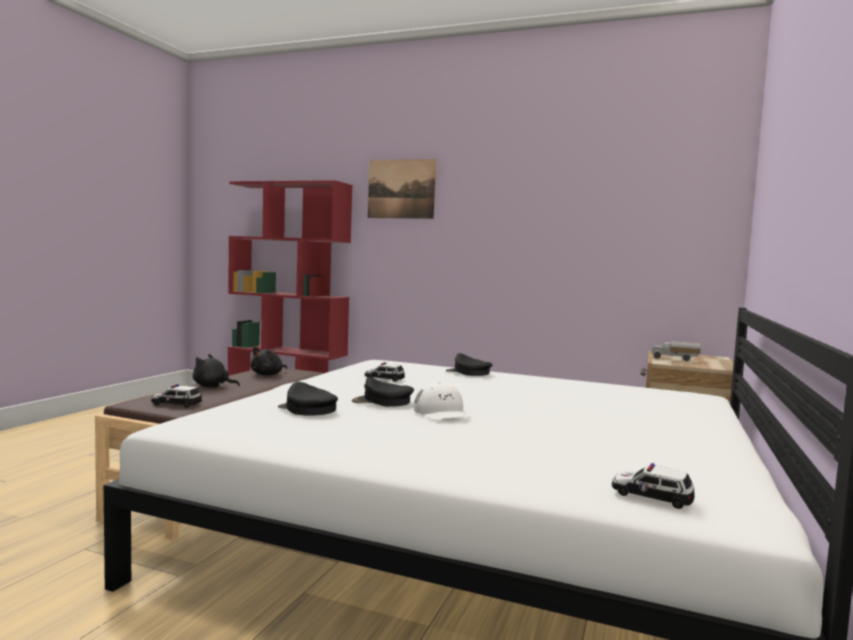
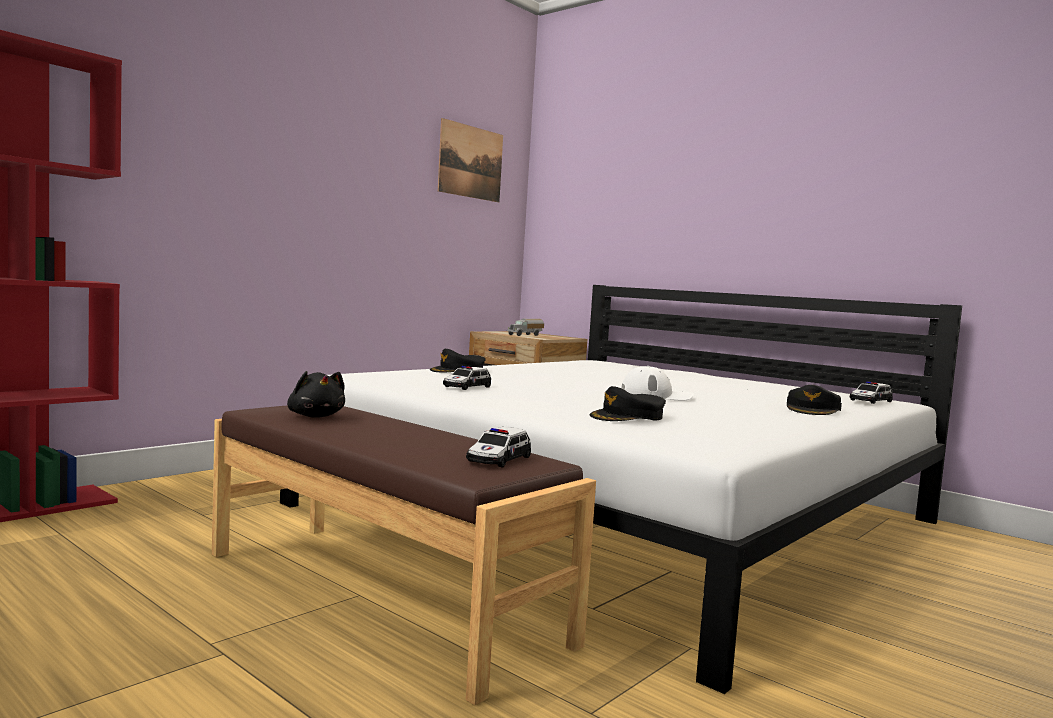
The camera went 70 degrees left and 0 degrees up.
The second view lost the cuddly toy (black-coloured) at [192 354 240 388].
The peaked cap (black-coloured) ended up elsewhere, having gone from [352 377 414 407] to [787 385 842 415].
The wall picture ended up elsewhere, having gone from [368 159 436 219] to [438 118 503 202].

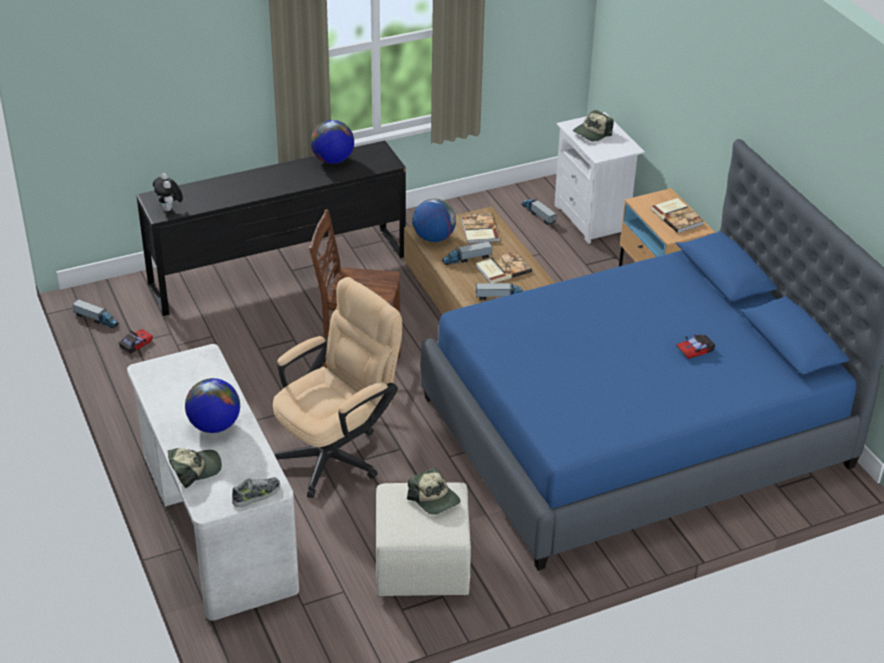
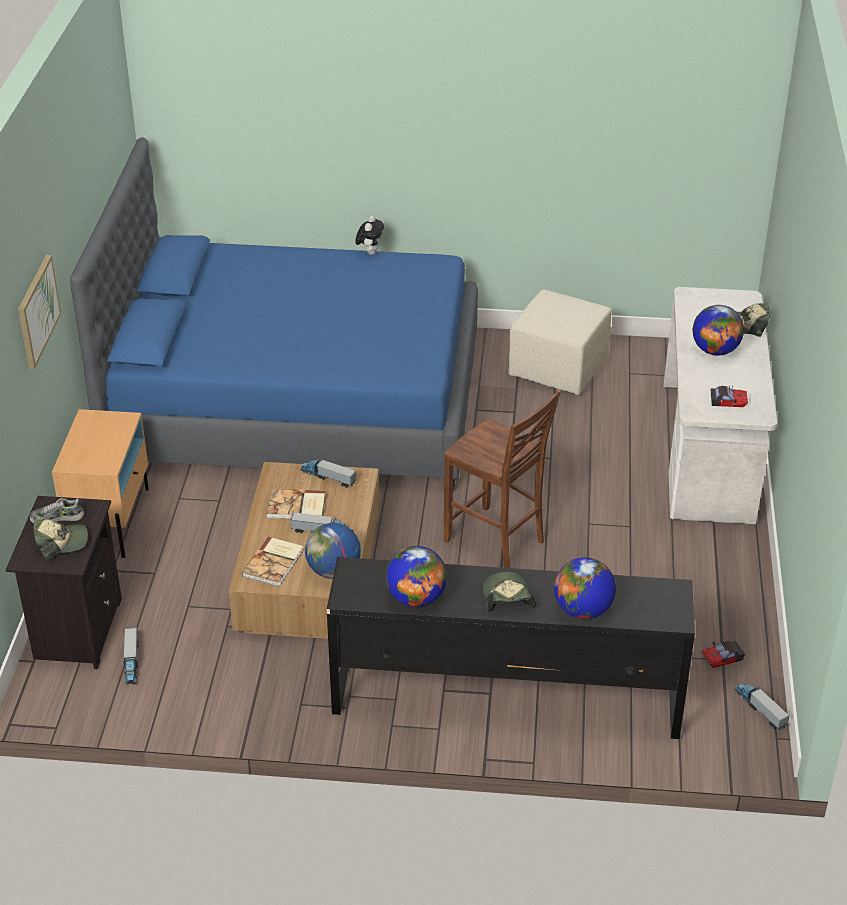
The camera went 150 degrees left and 0 degrees up.
The second view lost the desk chair (beige) at [273 277 402 498].
The second view lost the book at [651 198 704 233].
The second view gained the wall picture at [18 255 61 369].
The second view gained the world globe at [554 557 616 619].
The cuddly toy ended up elsewhere, having gone from [153 173 183 211] to [355 216 384 255].
The shoe ended up elsewhere, having gone from [232 477 280 507] to [30 498 84 523].
The peaked cap ended up elsewhere, having gone from [407 467 460 515] to [483 572 536 612].
The toy car ended up elsewhere, having gone from [676 334 715 359] to [710 385 748 407].
What was the bedside table (whitish) at [554 112 645 244] turned into the bedside table (black-coloured) at [6 496 122 669].

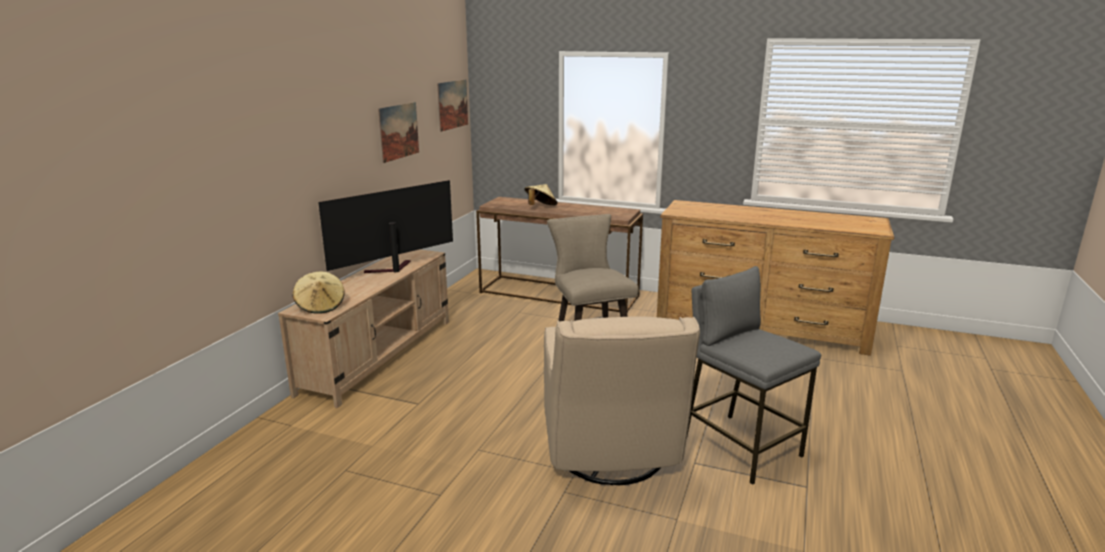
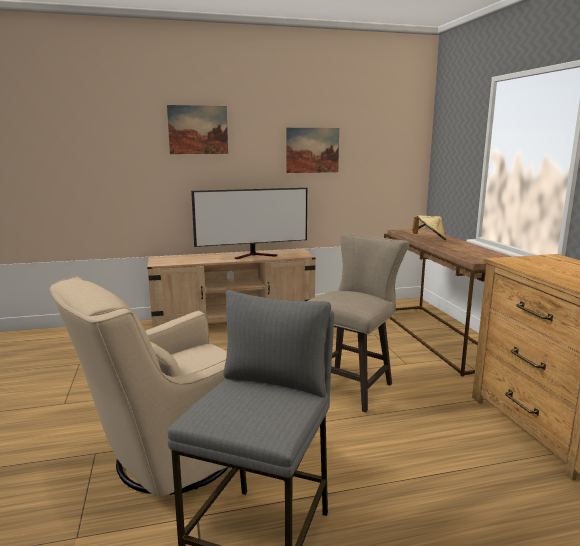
The camera went 55 degrees right and 5 degrees down.
The second view lost the clothing hat (beige) at [292 272 345 314].
The wall picture ended up elsewhere, having gone from [437 79 468 132] to [167 105 228 154].
The TV set at [318 180 453 273] ended up facing another way, 150 degrees clockwise from before.

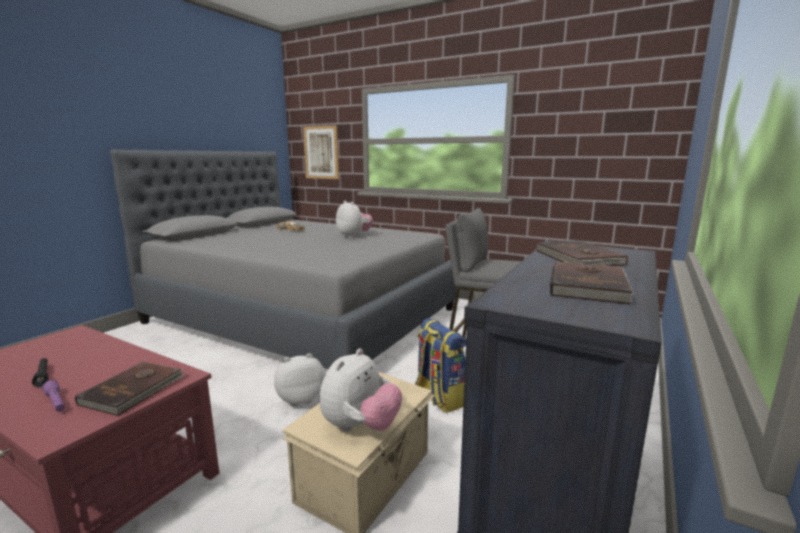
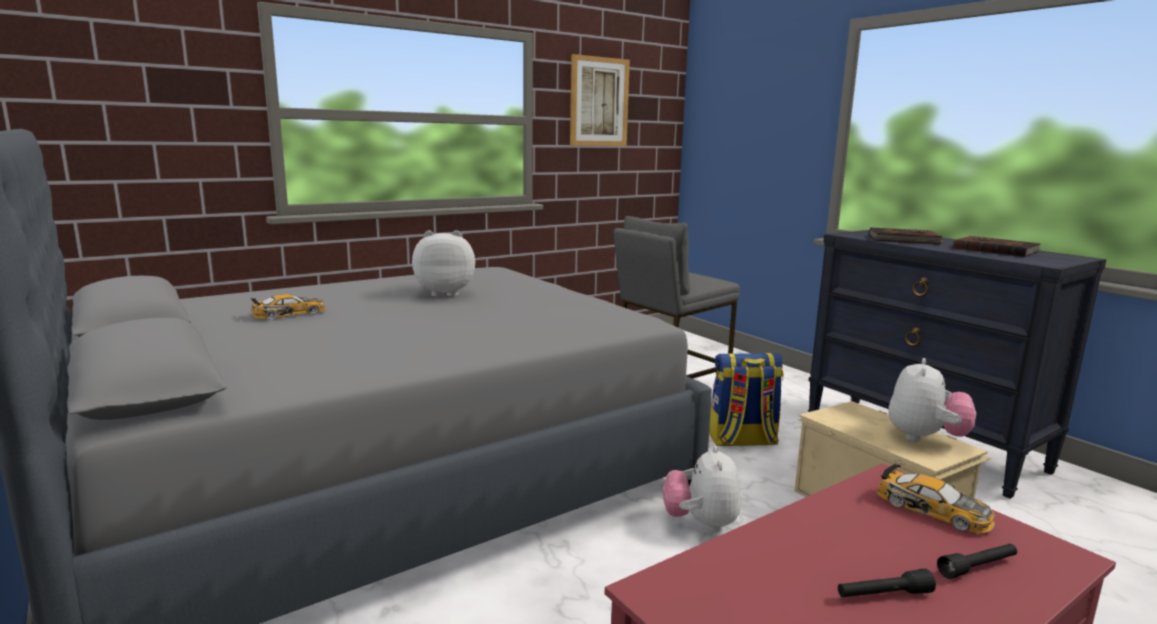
The camera went 65 degrees left and 0 degrees up.
The wall picture ended up elsewhere, having gone from [303 125 339 179] to [570 54 630 146].
Where the book (brown-coloured) stood at [75 362 185 416], the toy car came to stand at [877 463 995 534].
What was the torch (purplish) at [42 380 65 412] turned into the torch (black-coloured) at [937 544 1017 579].
The cuddly toy at [319 348 402 432] ended up facing another way, 60 degrees clockwise from before.

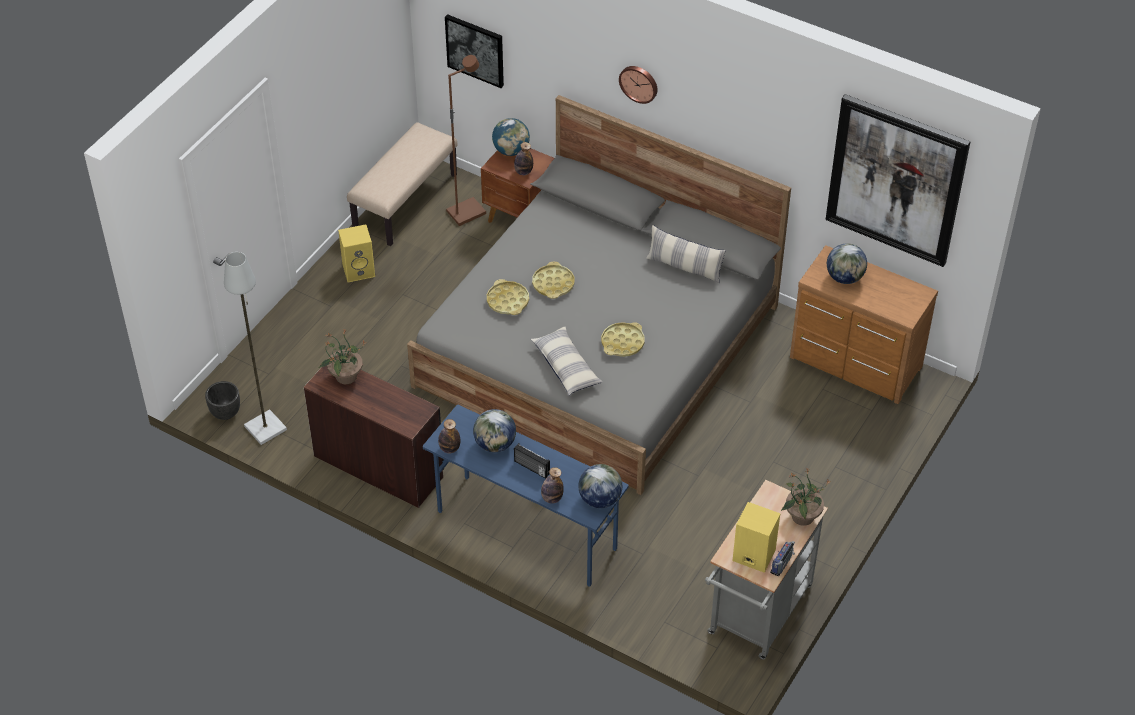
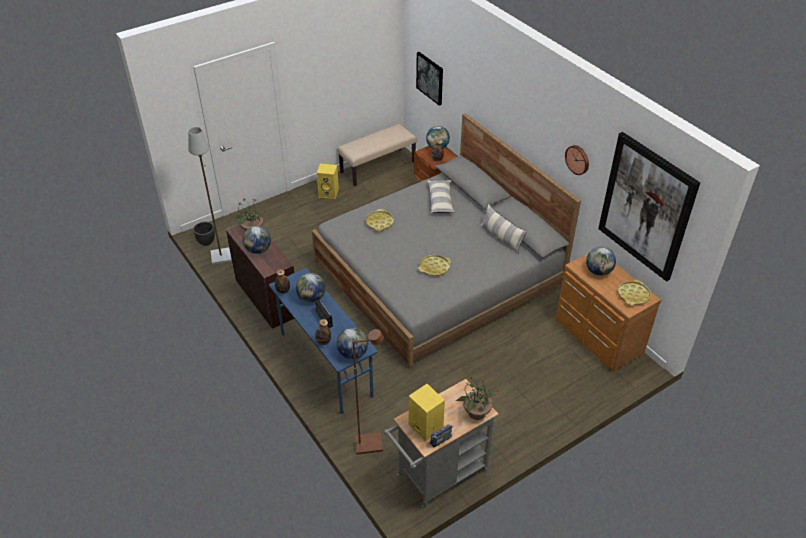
The camera went 25 degrees right and 5 degrees down.
The second view gained the world globe at [243 226 271 254].
The standard lamp (brown-coloured) ended up elsewhere, having gone from [446 55 486 226] to [352 329 384 455].
The cushion ended up elsewhere, having gone from [530 327 603 395] to [428 180 455 213].
The tray (yellow-coloured) ended up elsewhere, having gone from [532 262 574 299] to [618 280 651 305].
The hanging clock ended up elsewhere, having gone from [619 66 658 104] to [565 145 589 175].

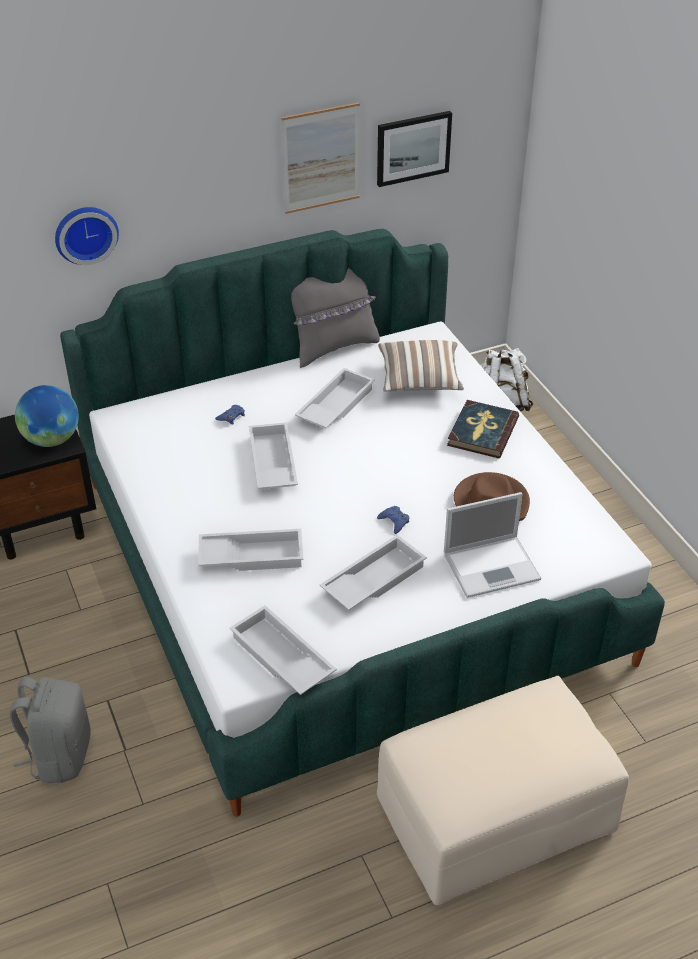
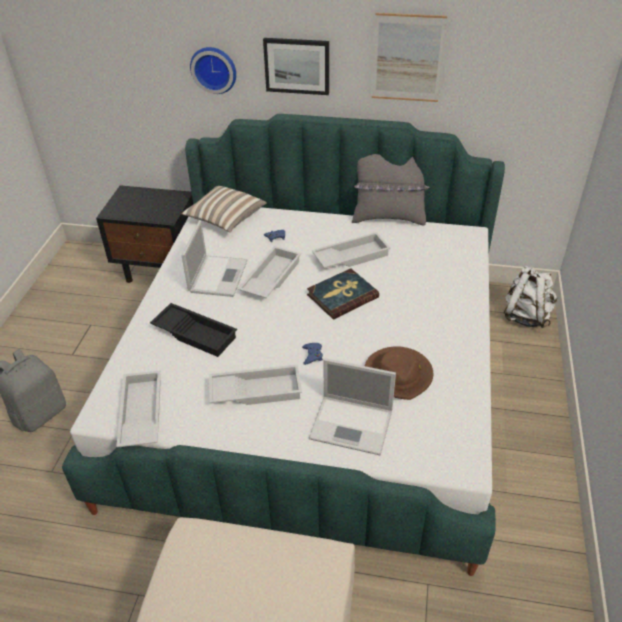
The camera went 35 degrees right and 0 degrees up.
The second view lost the world globe at [15 385 79 447].
The second view gained the portable computer at [182 221 248 297].
The wall picture ended up elsewhere, having gone from [377 111 452 187] to [263 38 329 95].
The cushion ended up elsewhere, having gone from [378 340 464 392] to [182 186 267 233].
The book ended up elsewhere, having gone from [447 400 519 458] to [307 268 379 319].
What was the tray (whitish) at [198 529 303 571] turned into the tray (black-coloured) at [150 303 237 357].

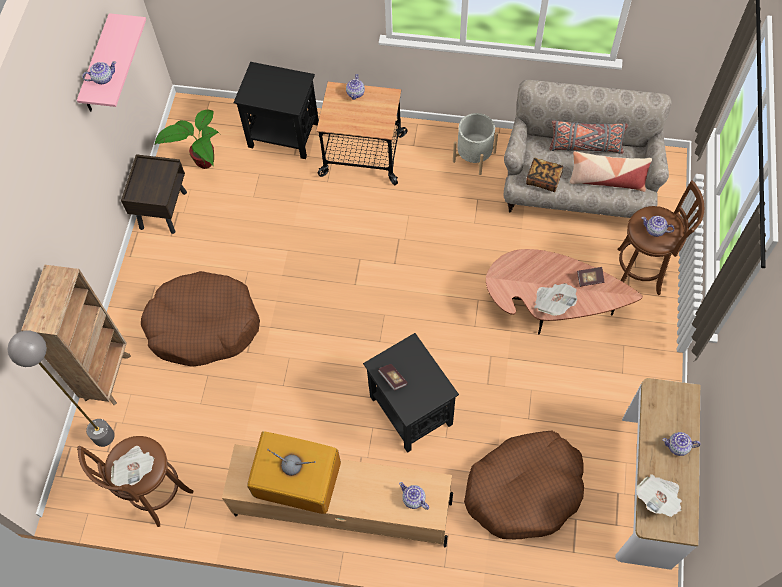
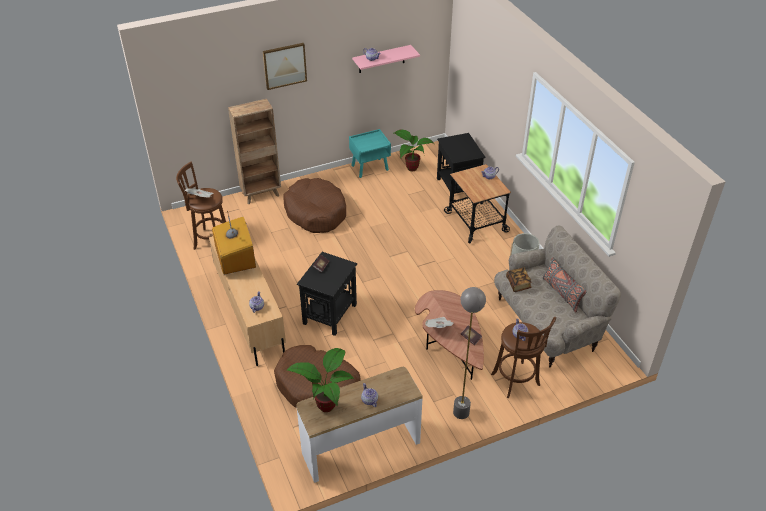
The camera went 55 degrees right and 20 degrees down.
The second view lost the cushion at [570 151 652 192].
The second view gained the wall picture at [263 43 307 90].
The standard lamp (grey) ended up elsewhere, having gone from [7 331 115 447] to [453 287 486 419].
Where the newspaper stood at [636 474 682 517], the plant in a pot came to stand at [286 348 354 412].
What was the bedside table (brown-coloured) at [121 154 187 234] turned into the bedside table (turquoise-coloured) at [349 129 391 178].

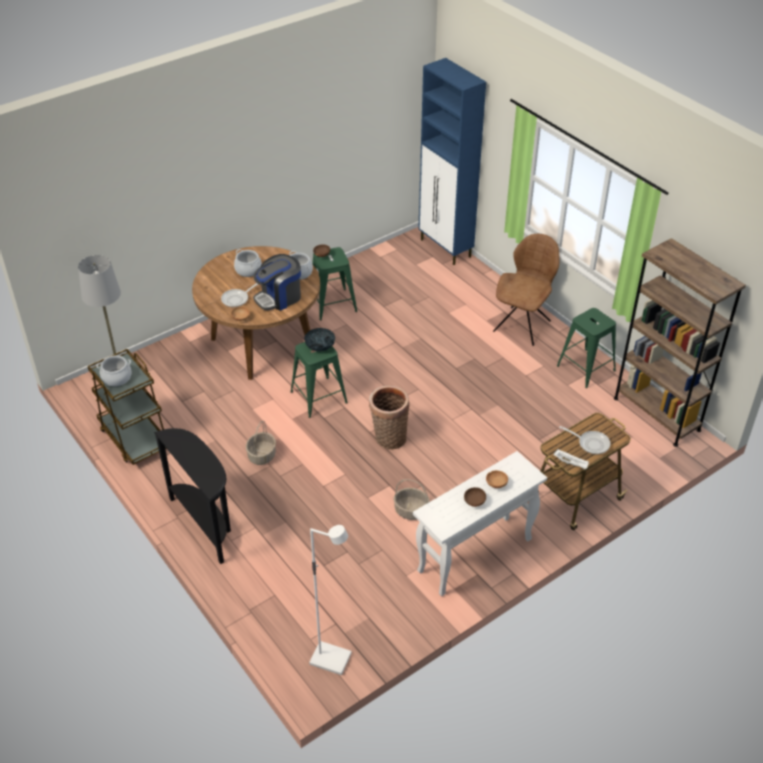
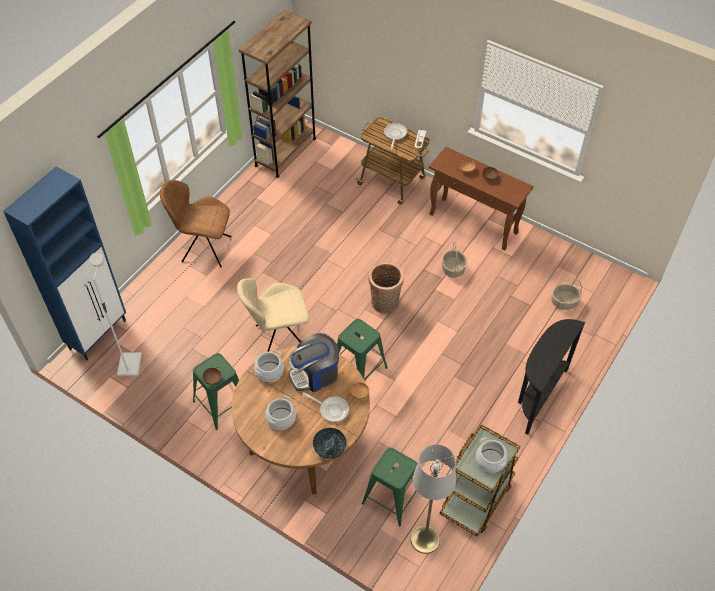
The camera went 110 degrees left and 10 degrees up.
The second view gained the plain chair (beige) at [237 278 309 352].
The basket ended up elsewhere, having gone from [246 421 276 465] to [551 279 582 310].
The serving bowl ended up elsewhere, having gone from [304 328 335 351] to [313 428 346 459].
The standard lamp (whitish) ended up elsewhere, having gone from [309 525 352 675] to [89 253 142 376].
The stool seat (green) ended up elsewhere, having gone from [557 308 616 388] to [362 447 417 526].
What was the hall table (whitish) at [413 451 547 596] turned into the hall table (brown-coloured) at [429 147 534 251].
The coffee brewer at [253 254 301 311] ended up facing another way, 120 degrees clockwise from before.

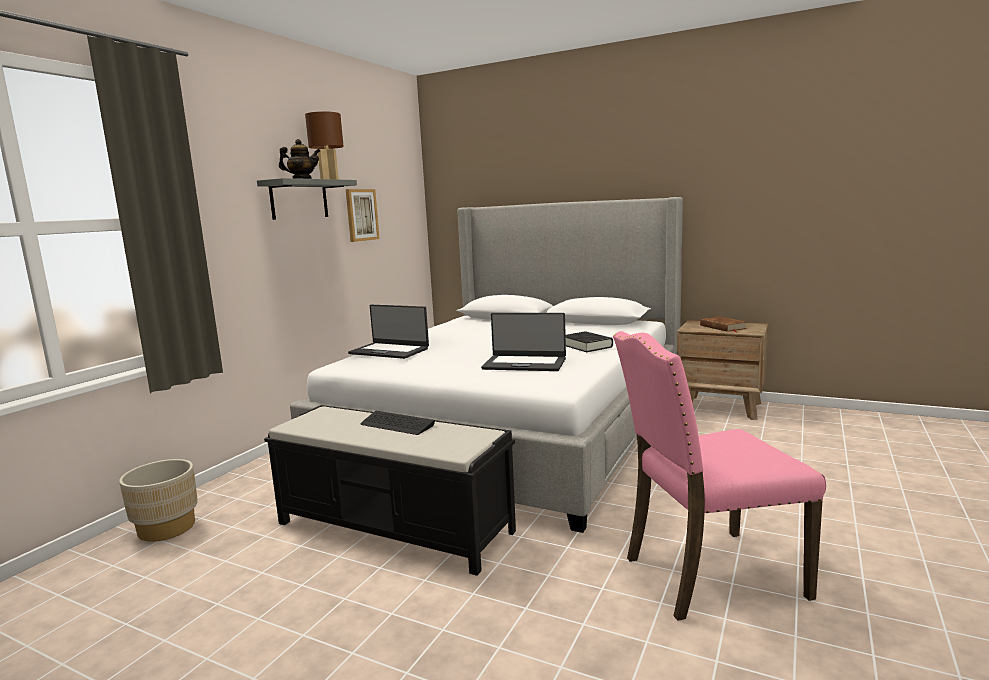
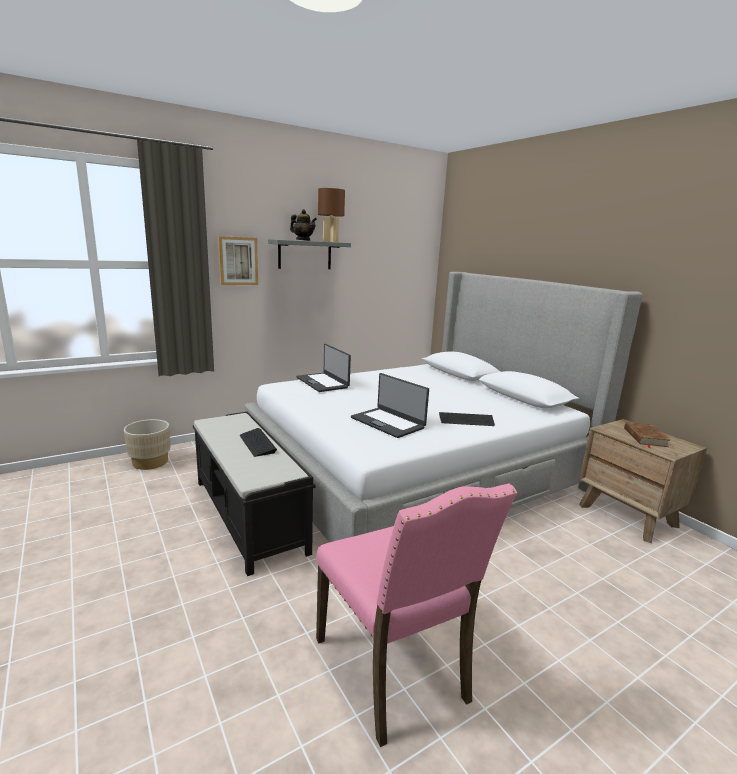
The camera went 30 degrees right and 5 degrees up.
The wall picture ended up elsewhere, having gone from [346 189 380 242] to [218 236 258 285].
Where the book (black-coloured) stood at [566 331 613 352], the computer keyboard came to stand at [439 412 495 426].
The plain chair (pink) at [613 331 826 621] ended up facing another way, 135 degrees counterclockwise from before.

